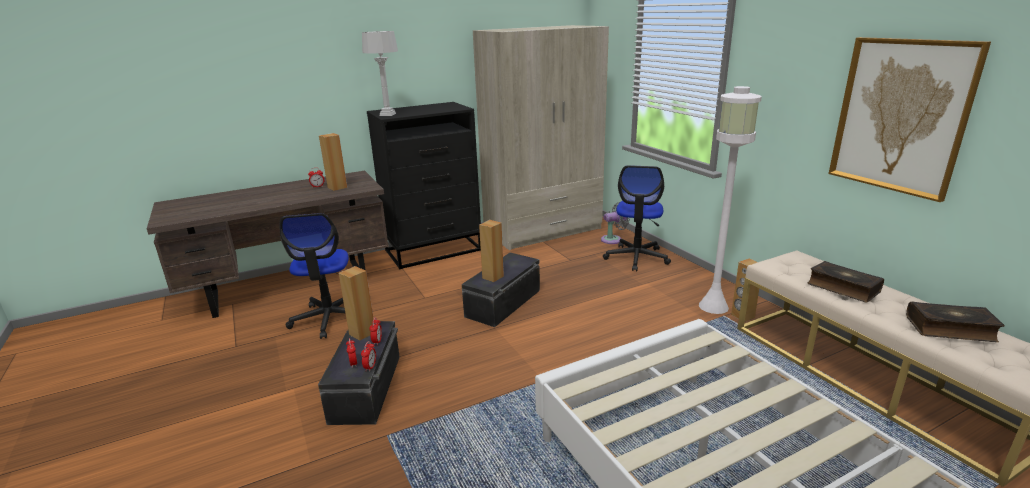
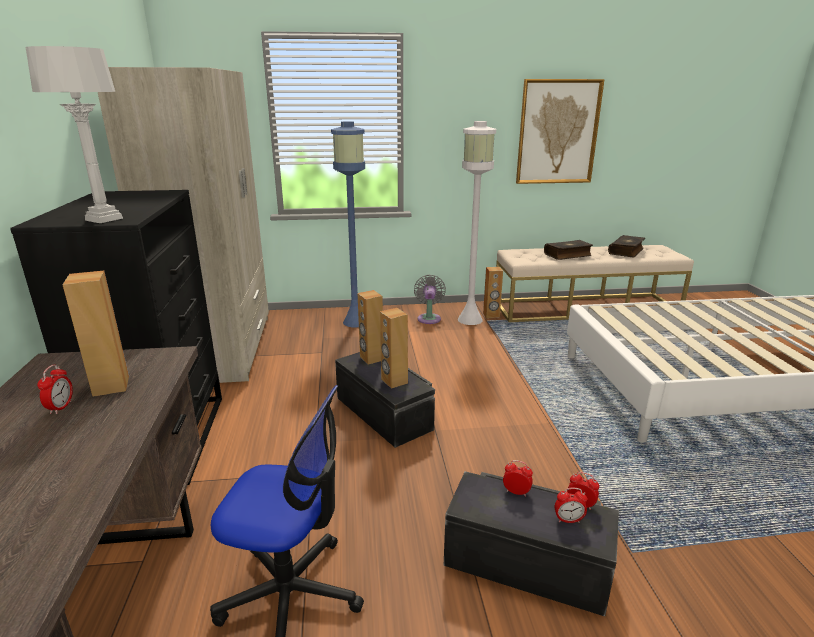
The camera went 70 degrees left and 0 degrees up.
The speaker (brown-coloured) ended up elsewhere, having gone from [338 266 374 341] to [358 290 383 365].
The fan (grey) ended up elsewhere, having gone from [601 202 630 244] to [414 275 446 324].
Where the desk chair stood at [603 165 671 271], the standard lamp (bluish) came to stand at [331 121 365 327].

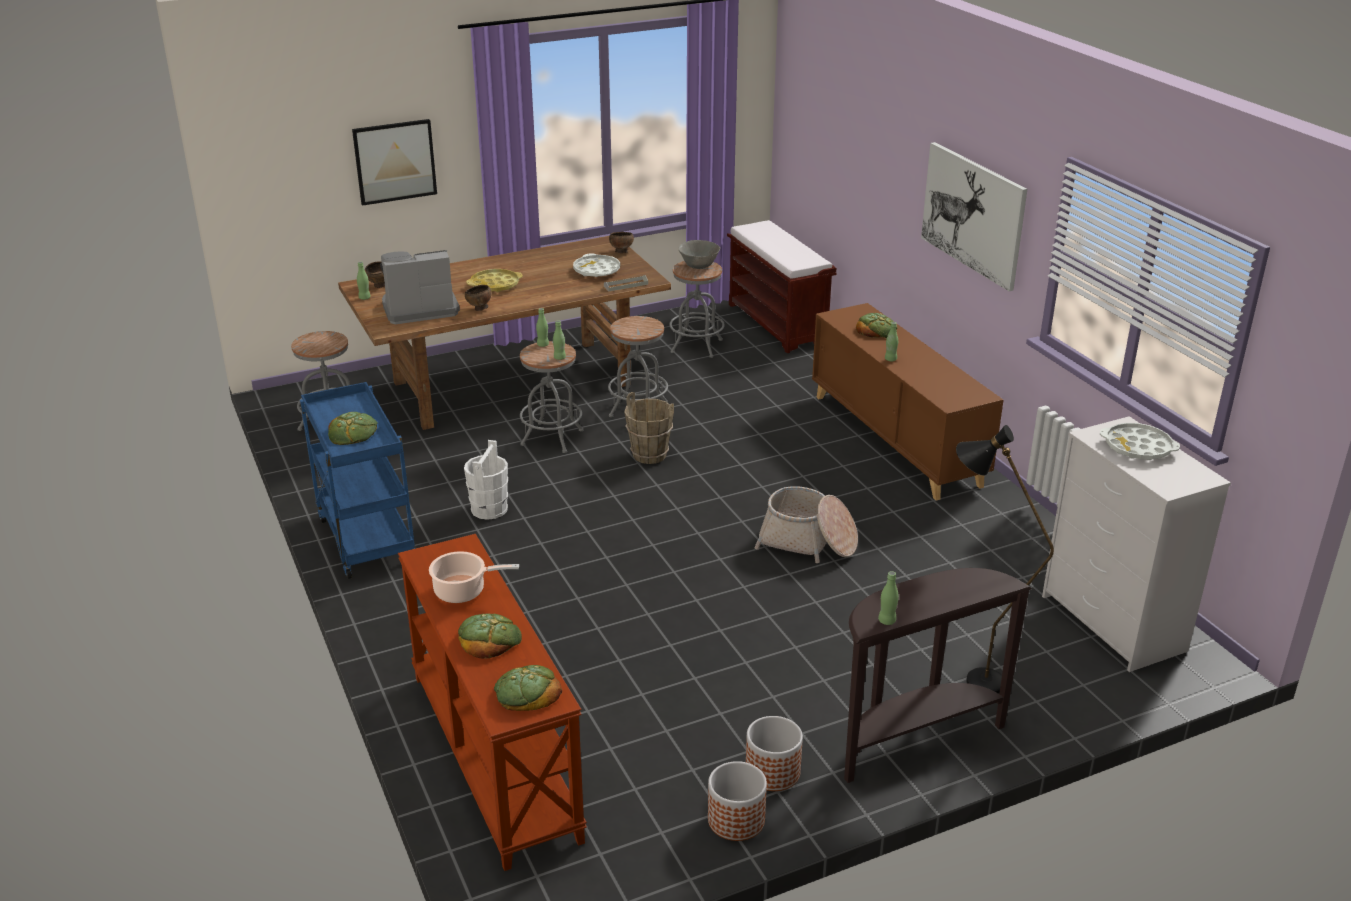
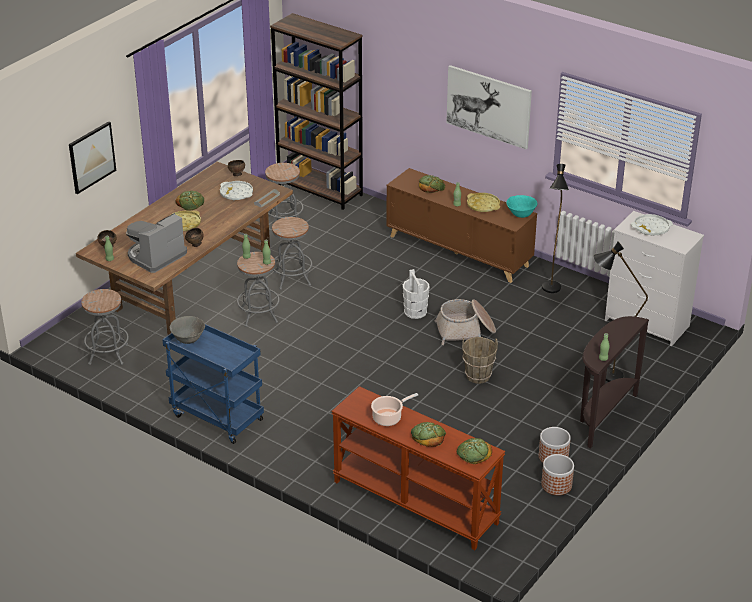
The camera went 30 degrees left and 5 degrees up.
The second view gained the tray (yellow-coloured) at [467 193 500 212].
The second view gained the serving bowl (turquoise-coloured) at [506 195 538 218].
The second view gained the standard lamp (black-coloured) at [542 164 569 293].
The baked bread ended up elsewhere, having gone from [328 412 378 445] to [175 191 204 211].
The pail (whitish) ended up elsewhere, having gone from [464 440 508 520] to [403 269 430 319].
The pail (brown-coloured) ended up elsewhere, having gone from [624 392 674 464] to [462 337 498 384].
The serving bowl (grey) ended up elsewhere, having gone from [678 240 720 269] to [170 316 205 344].
Where the indoor bench (brown-coloured) stood at [727 220 837 353], the shelving unit (brown-coloured) came to stand at [270 13 363 210].

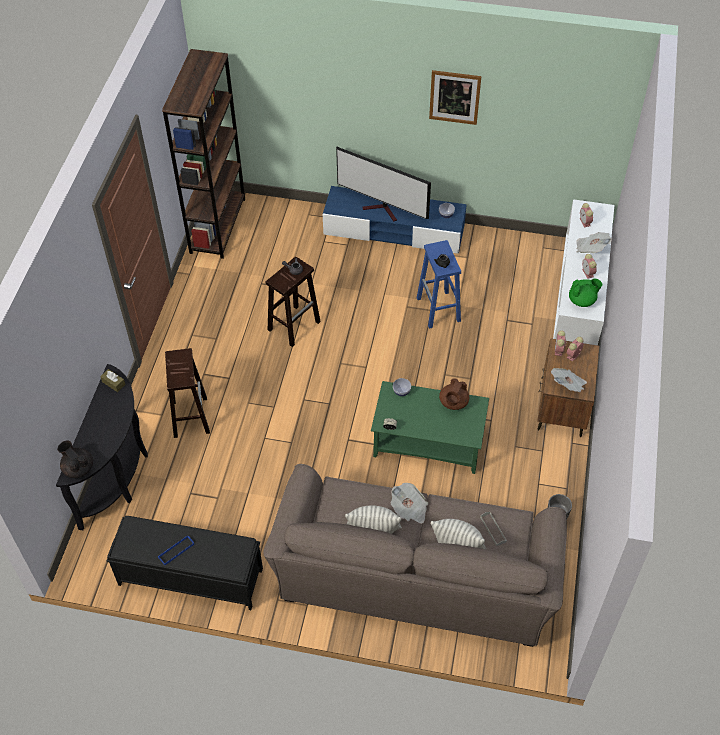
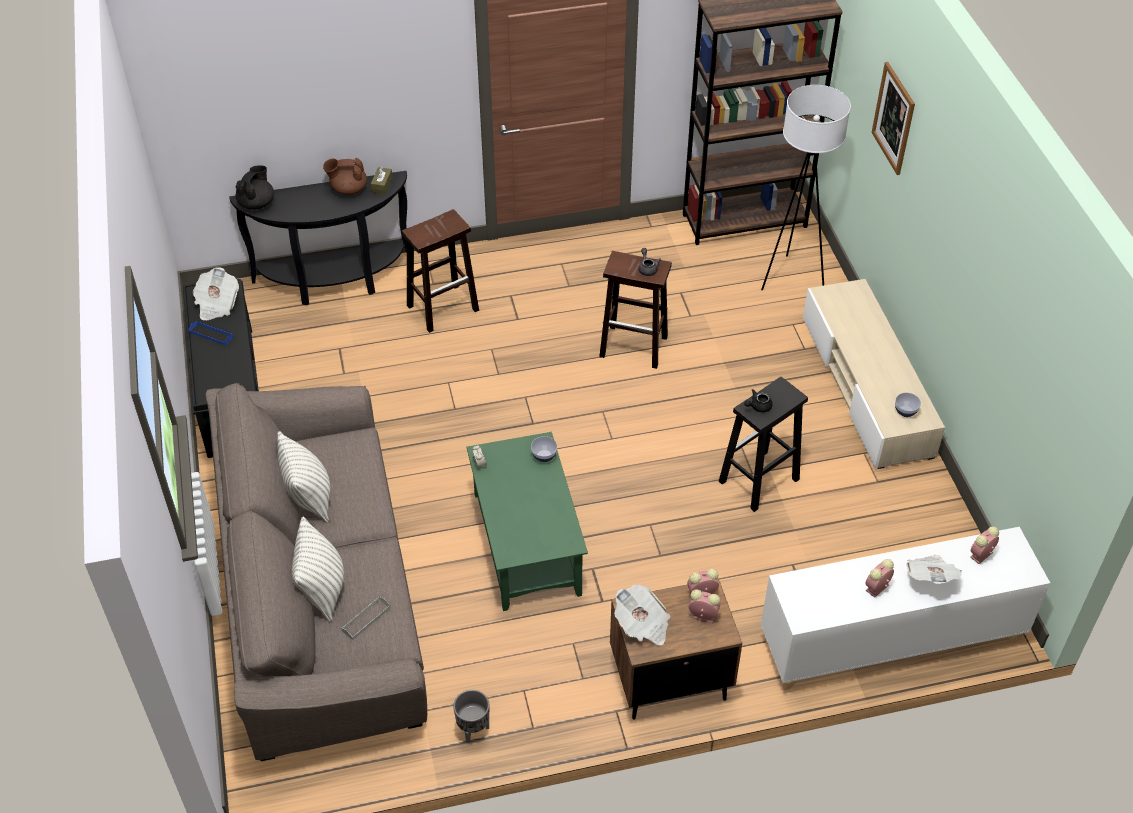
The camera went 65 degrees right and 5 degrees down.
The second view lost the TV set at [336 146 431 222].
The second view lost the tea pot (green) at [569 279 602 307].
The second view gained the standard lamp (whitish) at [761 85 851 290].
The newspaper ended up elsewhere, having gone from [391 483 428 524] to [193 267 239 320].
The wall picture ended up elsewhere, having gone from [429 70 482 125] to [871 62 915 175].
The tea pot (brown-coloured) ended up elsewhere, having gone from [439 378 469 410] to [323 158 367 195].
What was the tv stand (bluish) at [323 186 467 254] turned into the tv stand (beige) at [803 279 945 469].
What was the stool seat (bluish) at [417 240 461 329] turned into the stool seat (black-coloured) at [719 377 808 512].

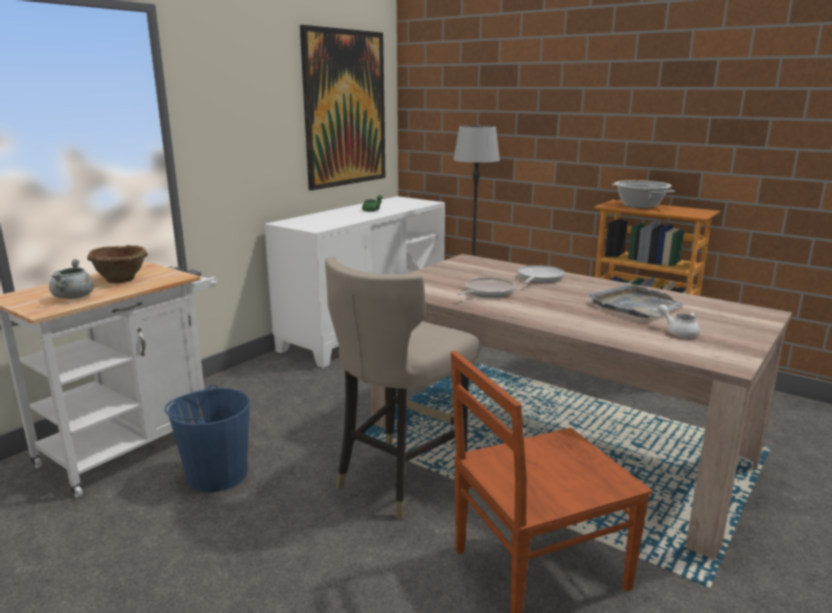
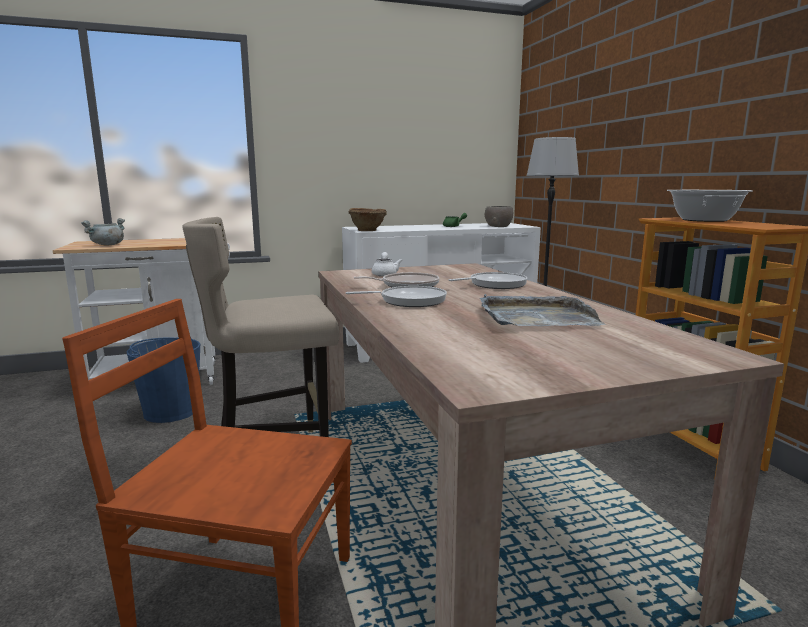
The camera went 35 degrees right and 5 degrees down.
The second view lost the wall picture at [300 25 385 191].
The second view gained the pan at [346 286 447 307].
The second view gained the serving bowl (grey) at [485 206 513 227].
The serving bowl (brown-coloured) ended up elsewhere, having gone from [87 245 148 283] to [349 208 387 231].
The tea pot (whitish) ended up elsewhere, having gone from [658 304 700 338] to [371 252 402 276].

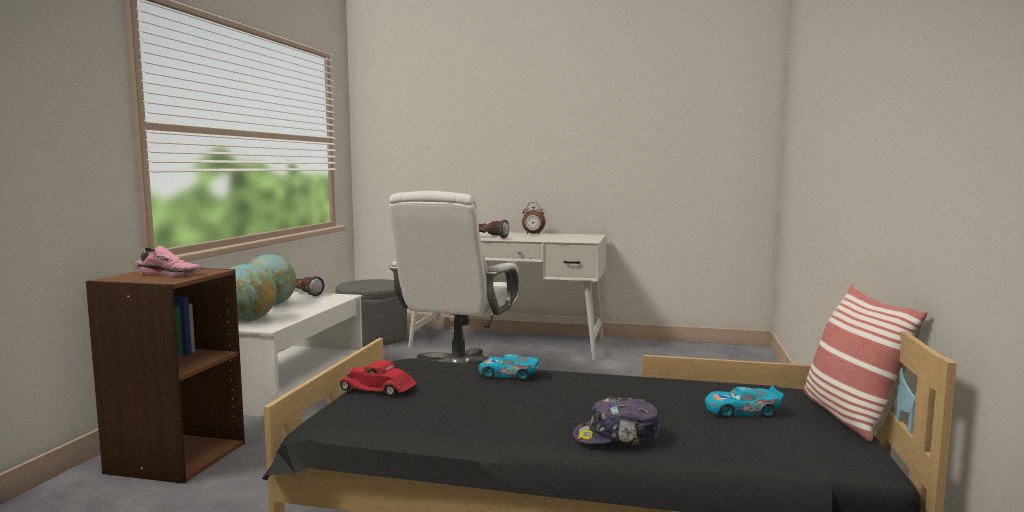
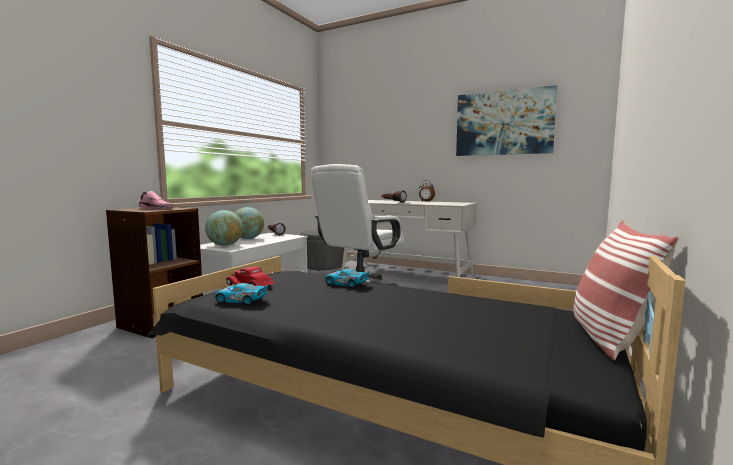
The camera went 15 degrees right and 0 degrees up.
The second view lost the peaked cap at [573 396 660 445].
The second view gained the wall picture at [456 85 557 156].
The toy car ended up elsewhere, having gone from [705 385 784 418] to [215 283 269 306].

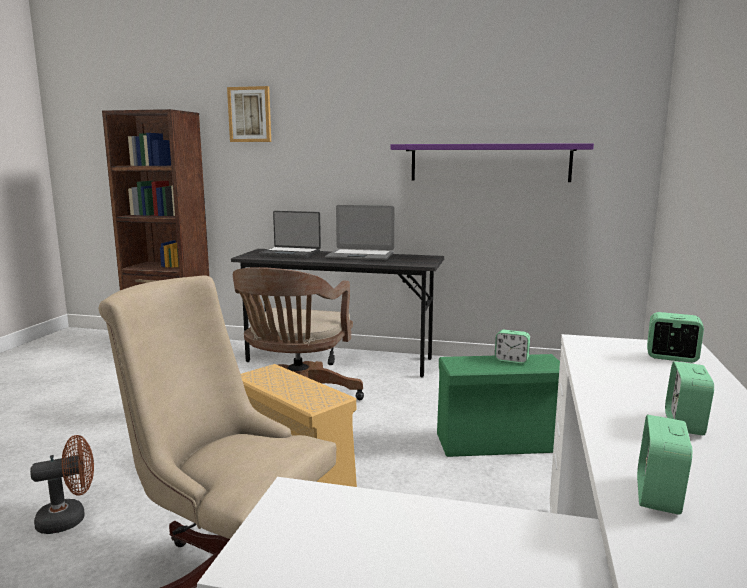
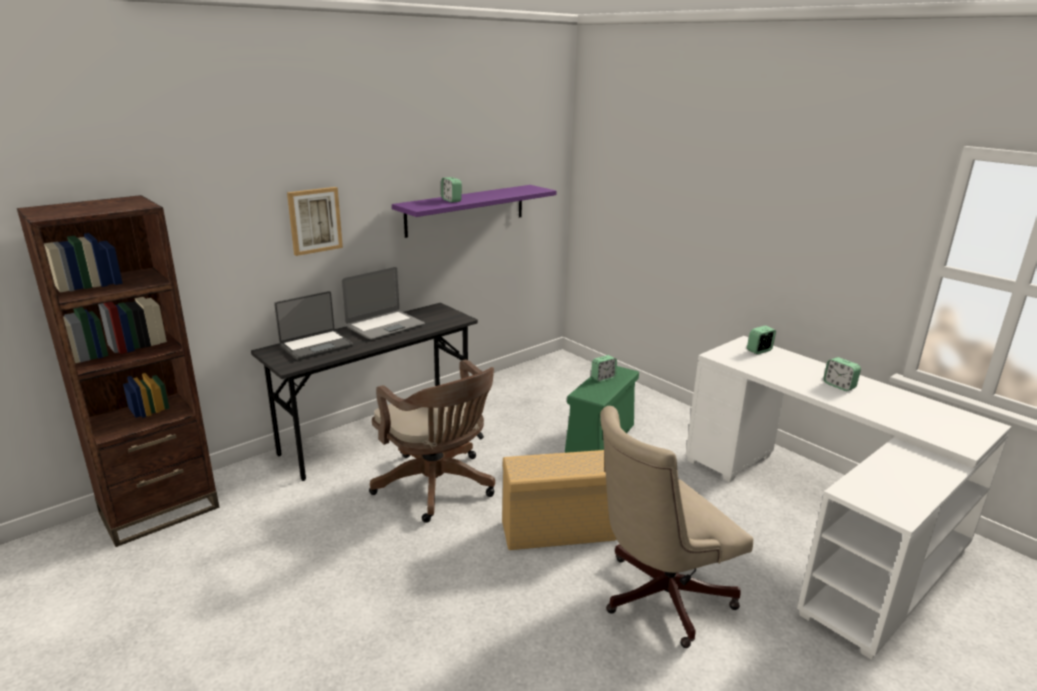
The camera went 55 degrees left and 10 degrees up.
The second view lost the fan (brown-coloured) at [30 435 94 534].
The wall picture ended up elsewhere, having gone from [227 86 271 142] to [287 187 343 256].
The bedside clock ended up elsewhere, having gone from [637 415 692 515] to [441 177 462 203].

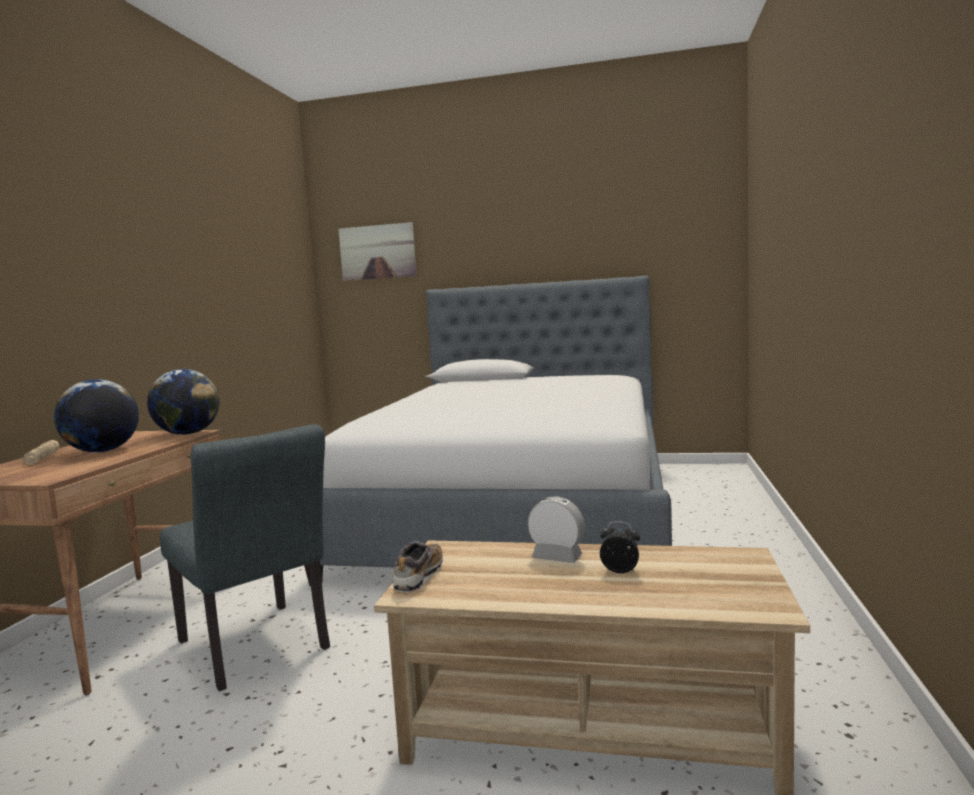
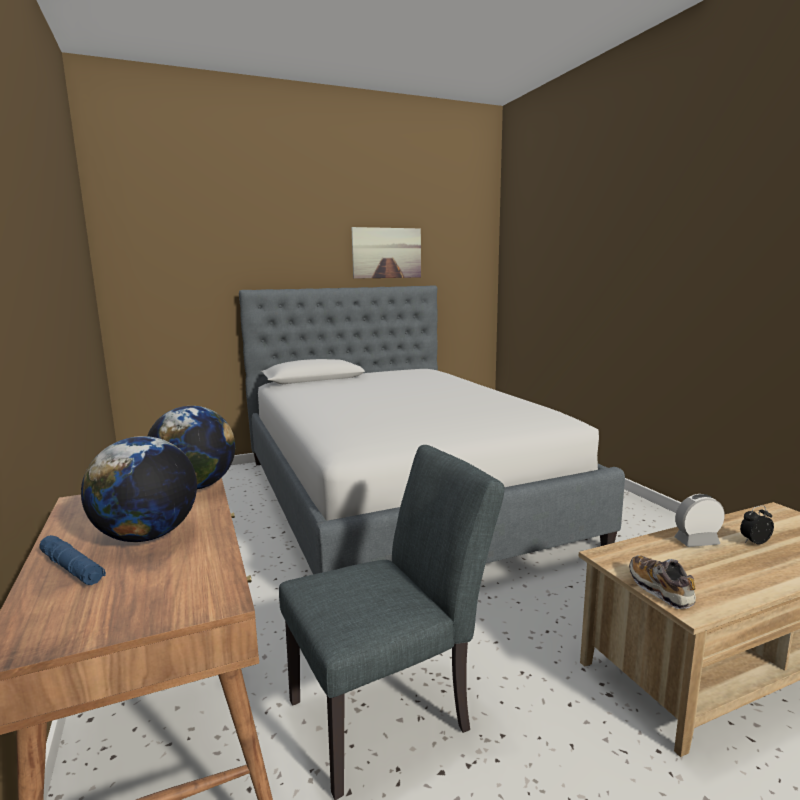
The camera went 35 degrees left and 5 degrees up.
The wall picture ended up elsewhere, having gone from [339 222 417 281] to [351 227 421 279].
What was the torch (beige) at [22 440 60 465] turned into the torch (bluish) at [39 535 106 585].
The plain chair (grey) at [160 424 330 691] ended up facing another way, 45 degrees counterclockwise from before.

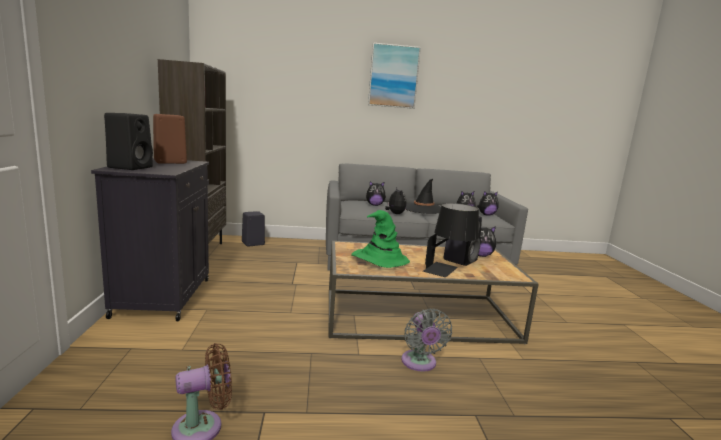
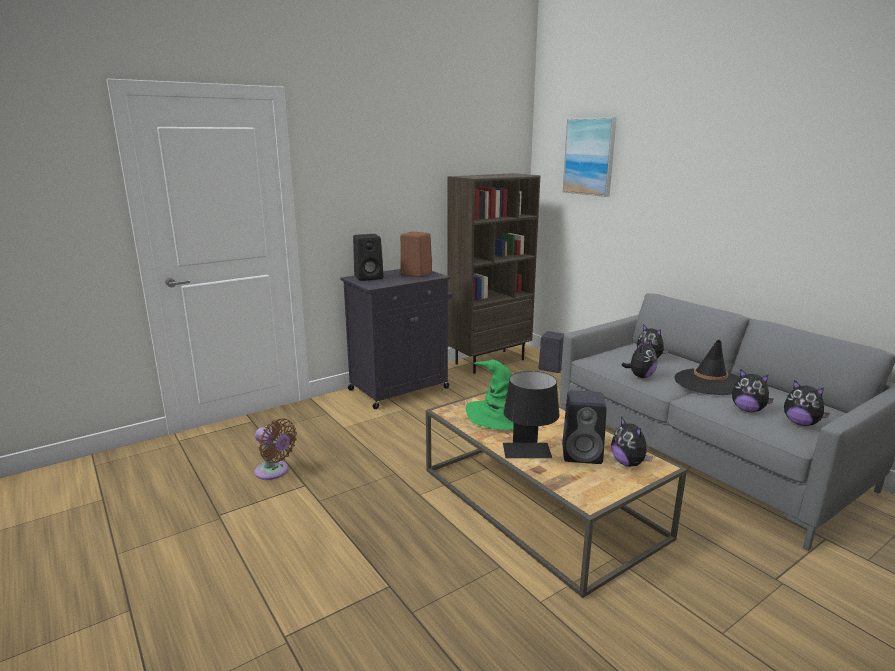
The camera went 60 degrees right and 5 degrees up.
The second view lost the fan (grey) at [401 309 452 372].
The wall picture ended up elsewhere, having gone from [368 43 421 109] to [563 117 617 197].

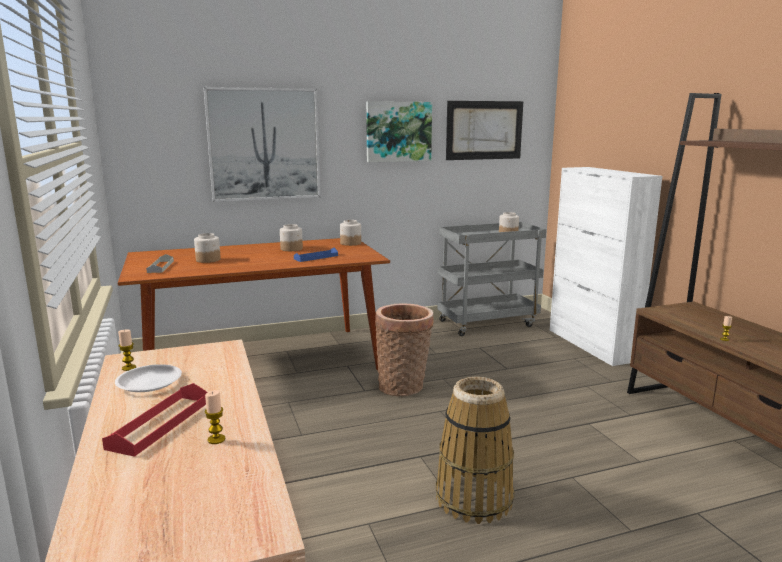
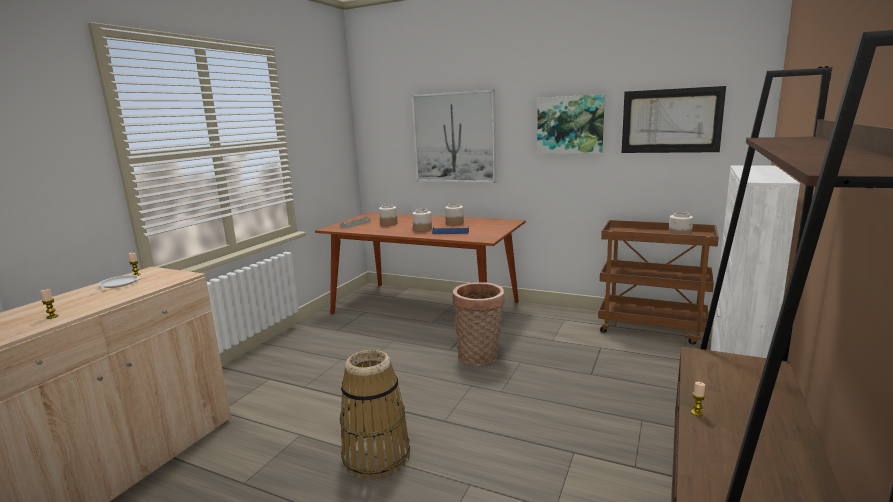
The camera went 45 degrees right and 0 degrees up.
The second view lost the tray (red) at [102 383 207 457].
The preserve jar ended up elsewhere, having gone from [340 220 361 246] to [412 209 432 232].
What was the trolley (grey) at [437 222 546 336] turned into the trolley (brown-coloured) at [598 220 719 345].

